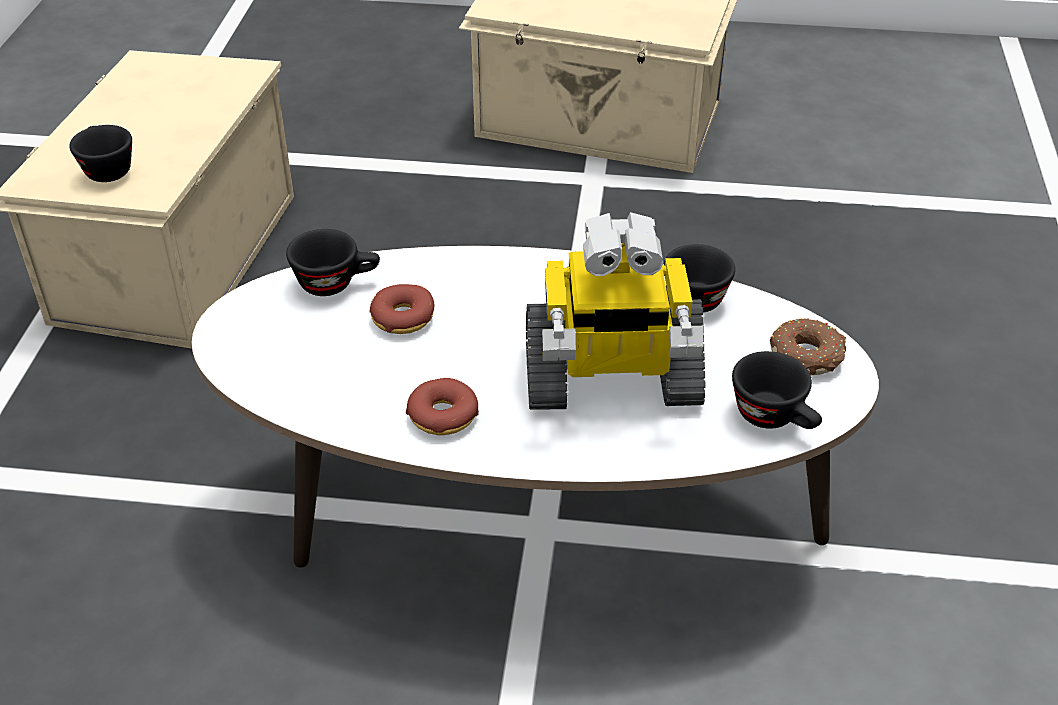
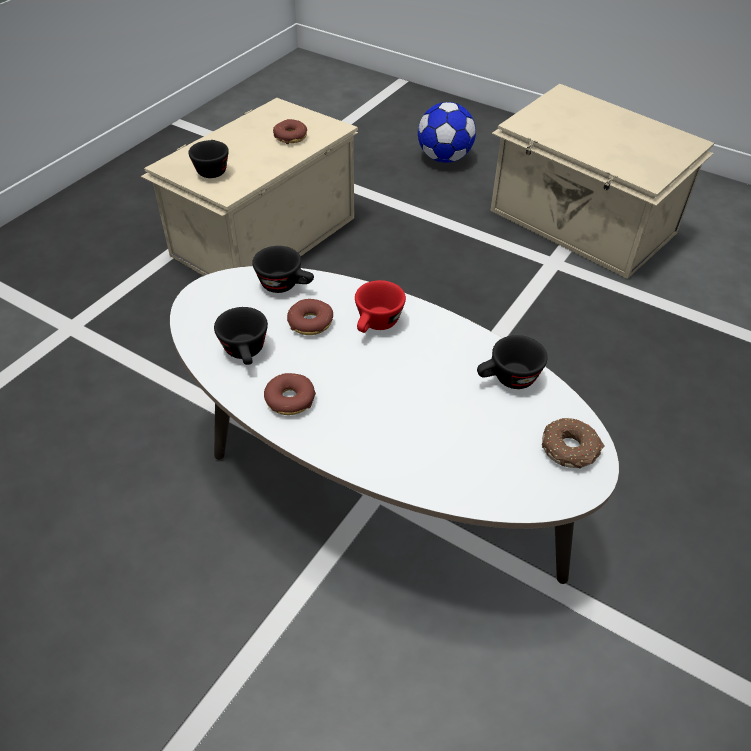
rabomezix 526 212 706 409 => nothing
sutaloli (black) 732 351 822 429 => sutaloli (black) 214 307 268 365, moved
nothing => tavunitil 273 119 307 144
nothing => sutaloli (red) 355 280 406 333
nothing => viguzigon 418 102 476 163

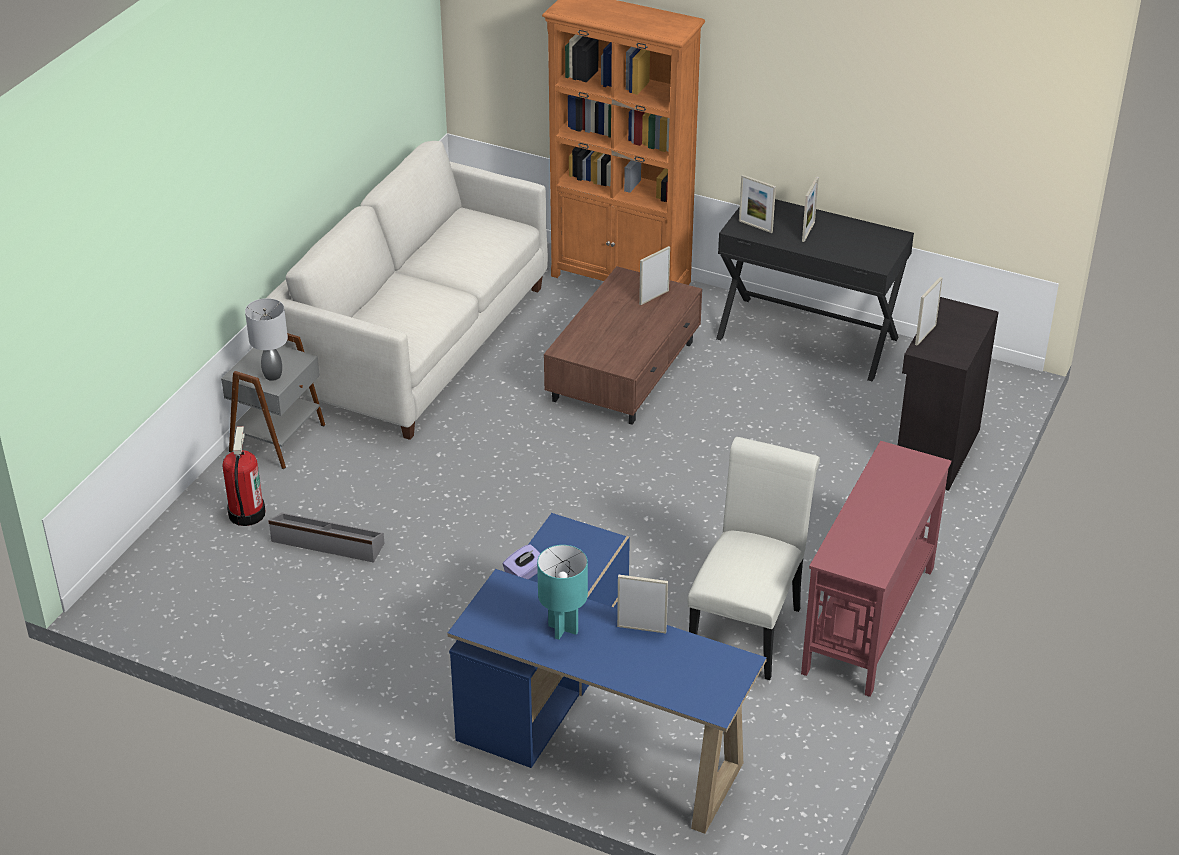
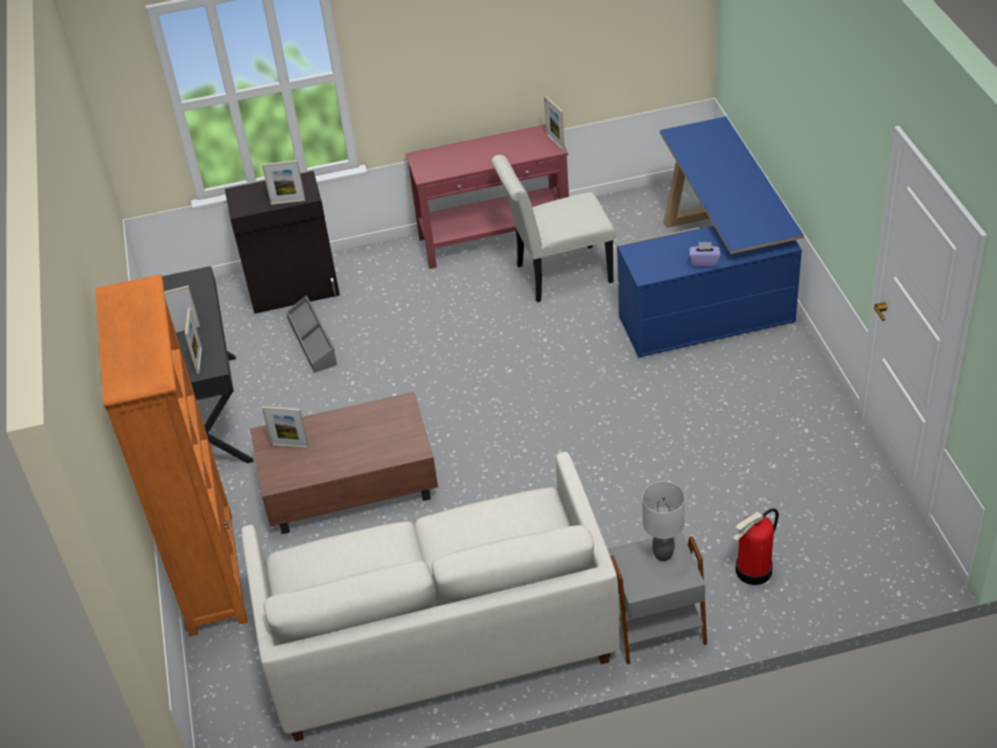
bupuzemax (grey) 268 513 384 563 => bupuzemax (grey) 286 295 337 373, moved
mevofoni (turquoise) 537 545 588 639 => nothing
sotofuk 617 574 668 634 => sotofuk 544 96 565 151, moved

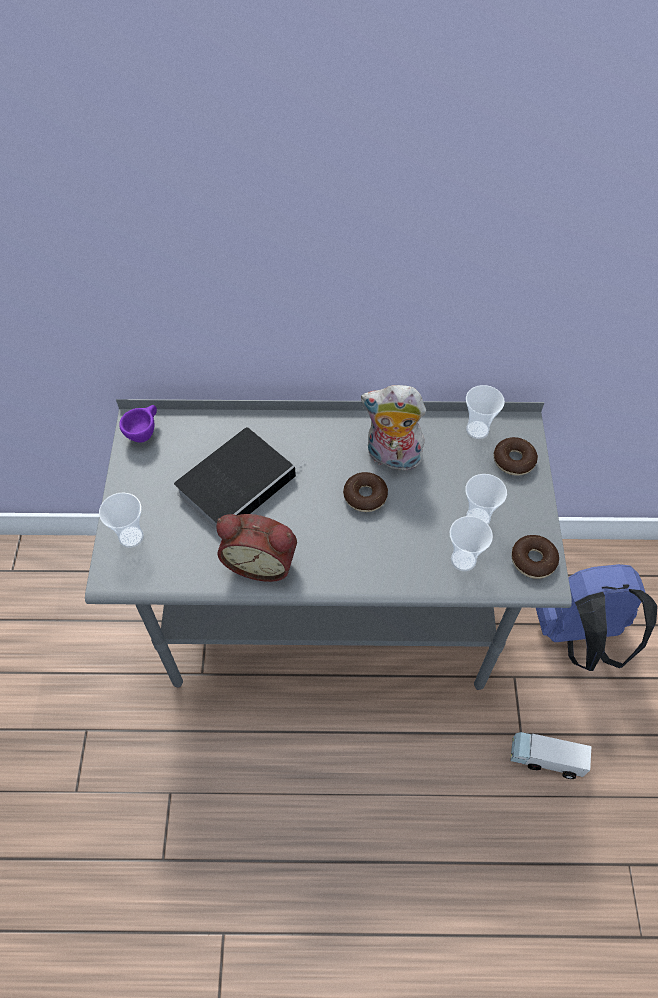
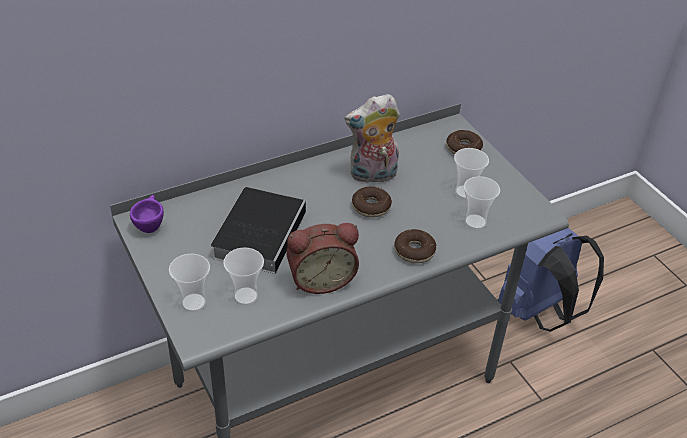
sutaloli 466 385 505 439 => sutaloli 223 247 264 305, moved
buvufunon 510 732 591 779 => nothing
tavunitil 512 535 559 579 => tavunitil 395 229 436 263, moved

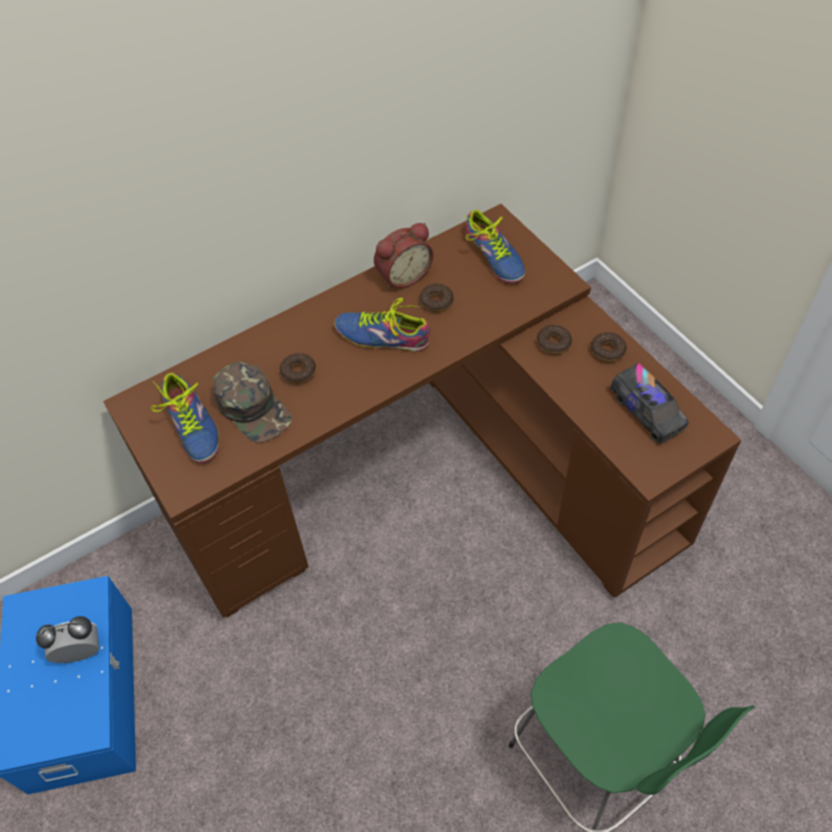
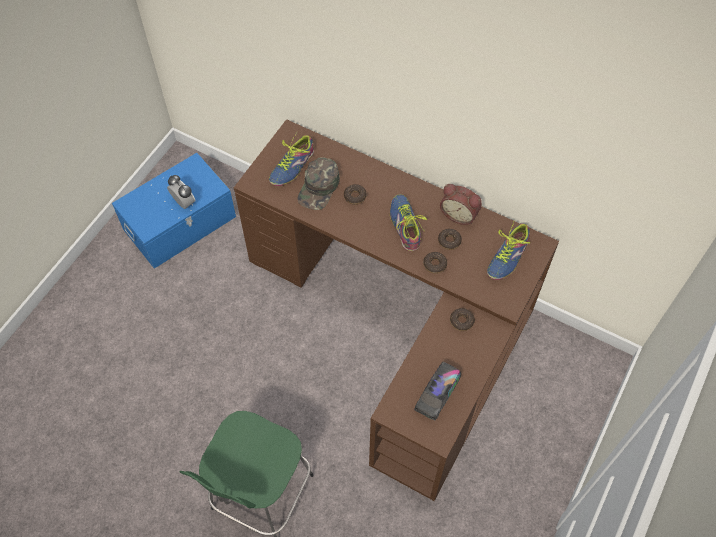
tavunitil 591 332 627 363 => tavunitil 423 252 447 274, moved

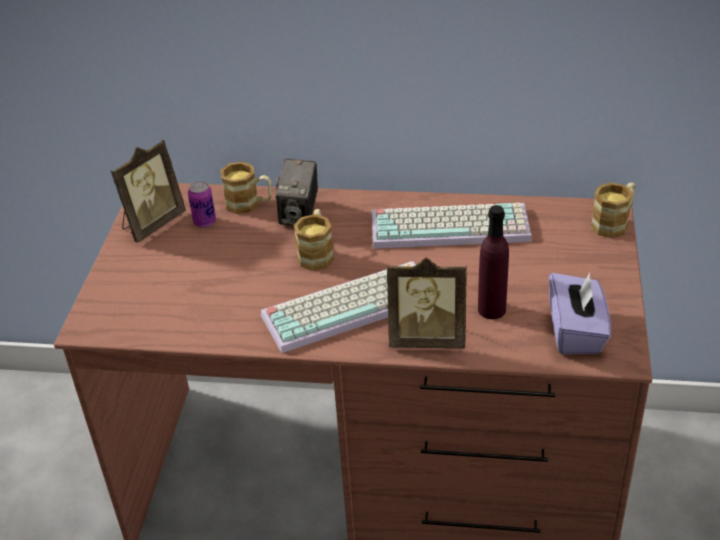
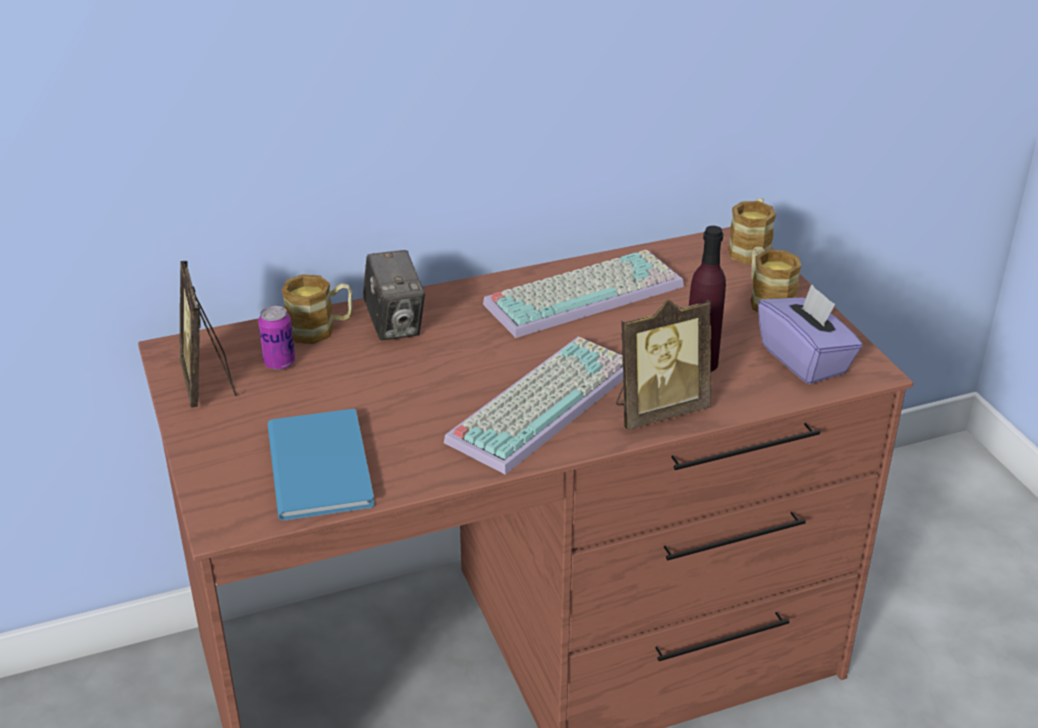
sotofuk 111 140 186 243 => sotofuk 179 261 236 408, 150 degrees clockwise
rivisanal 294 209 334 271 => rivisanal 750 246 801 313, moved
nothing => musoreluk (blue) 267 409 375 521

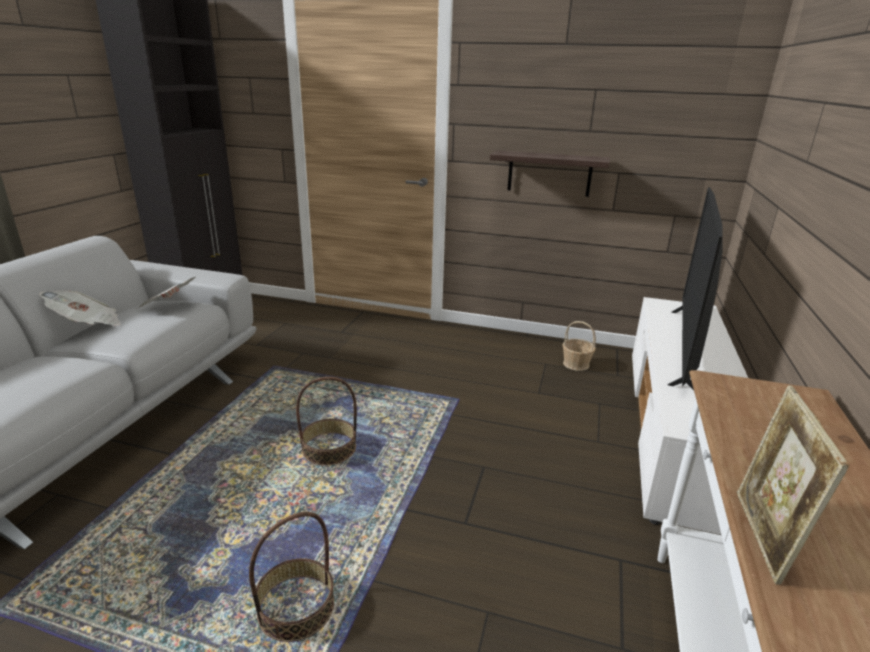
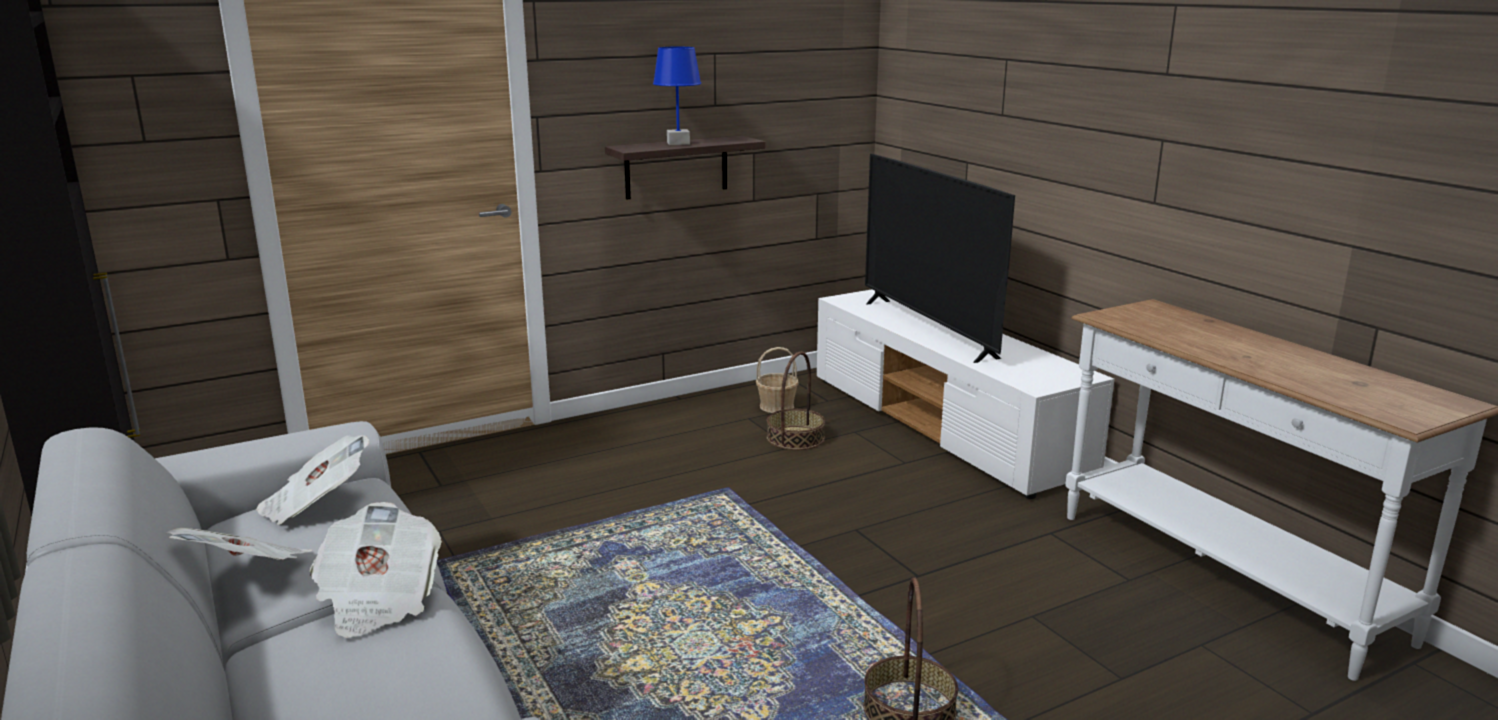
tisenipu 296 377 357 465 => tisenipu 767 352 825 450, moved
sotofuk 737 385 850 585 => nothing
nothing => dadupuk 310 502 442 638
nothing => mevofoni (blue) 653 47 701 145

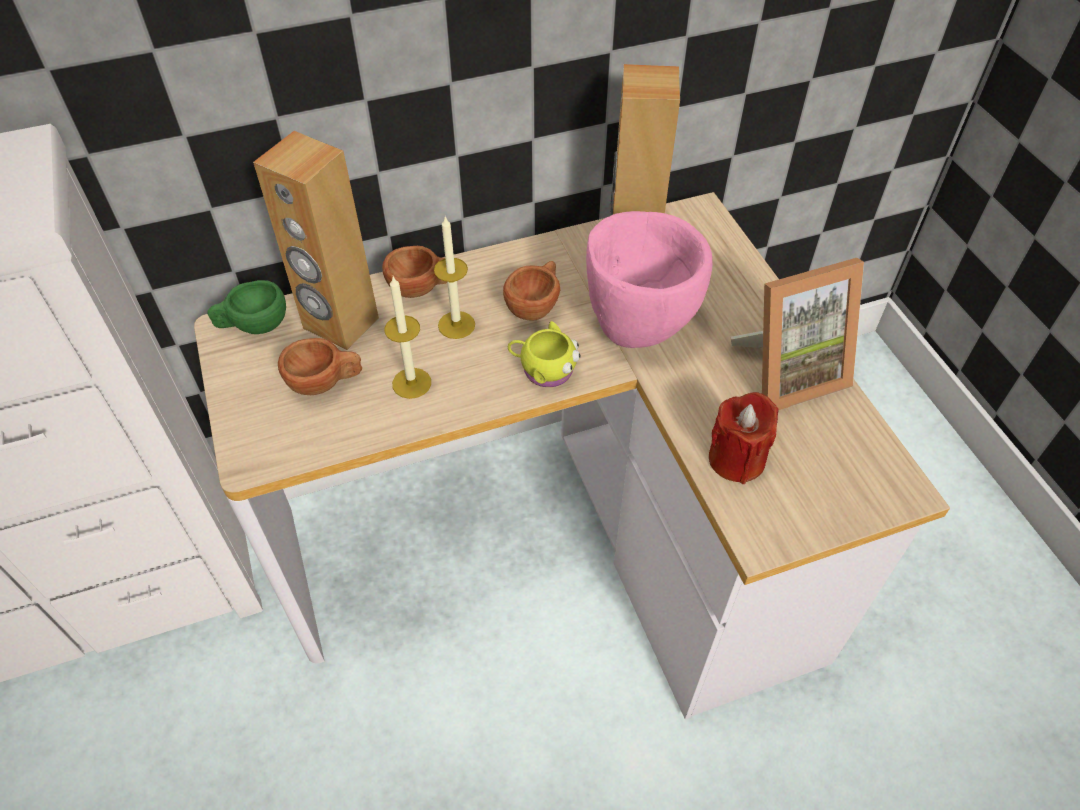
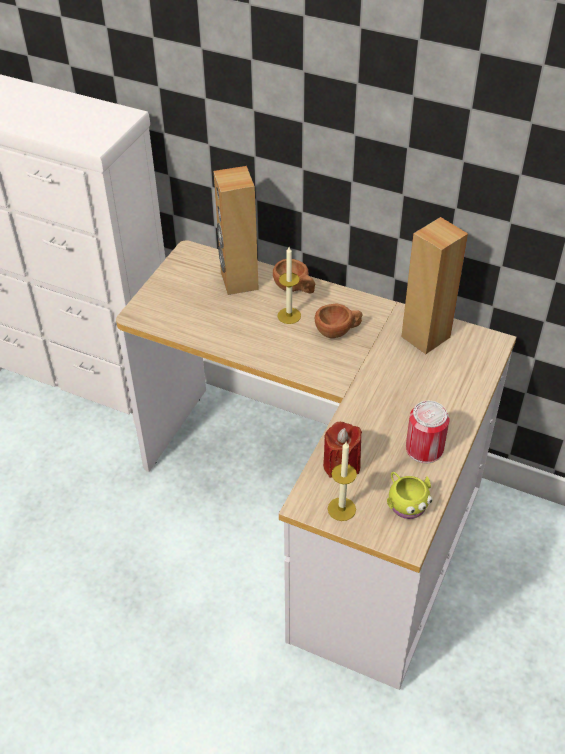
sutaloli (green) 207 280 286 334 => nothing
sutaloli (brown) 278 338 362 395 => nothing
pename 384 277 431 399 => pename 328 442 357 521, moved
rivisanal (yellow) 508 321 581 387 => rivisanal (yellow) 387 472 433 519, moved
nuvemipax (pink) 586 211 712 348 => nothing
sotofuk 730 258 864 410 => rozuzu 406 401 449 463

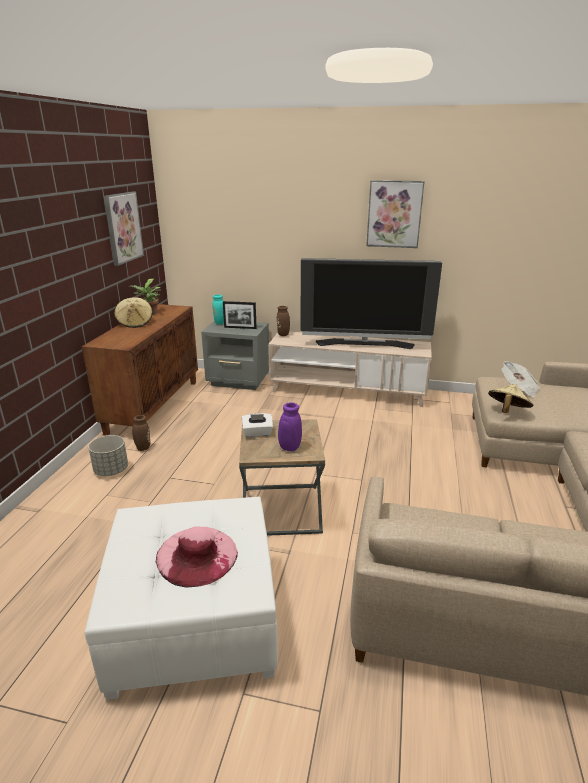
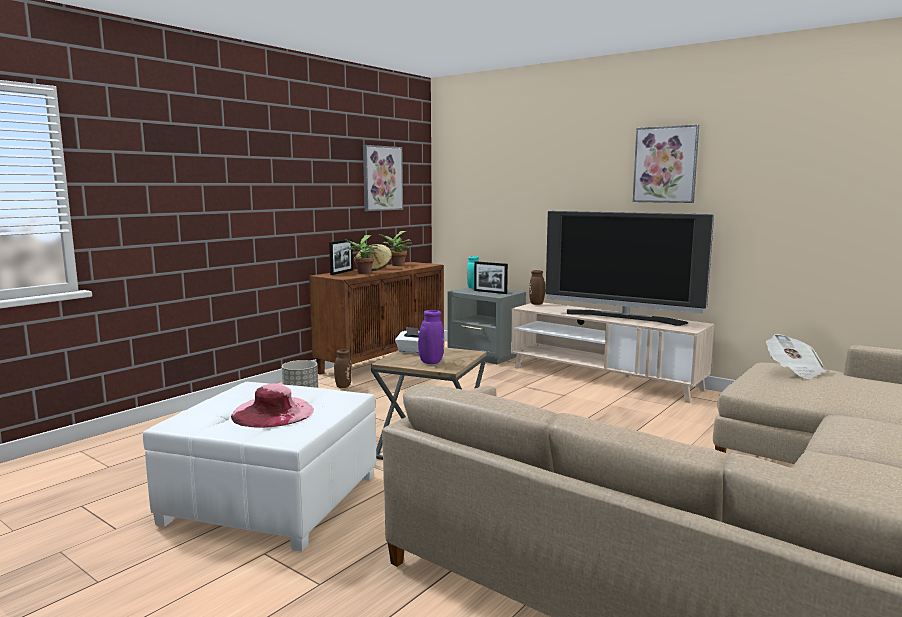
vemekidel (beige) 488 384 533 413 => nothing
nothing => sotofuk 329 239 353 275
nothing => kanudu 345 235 378 274

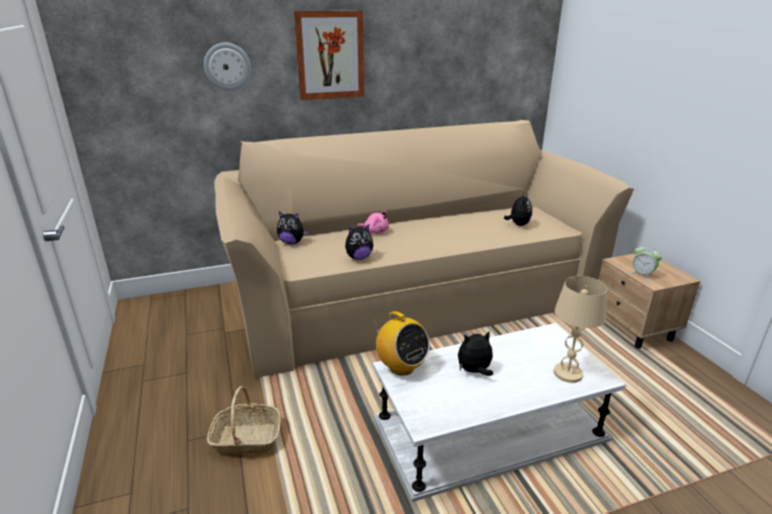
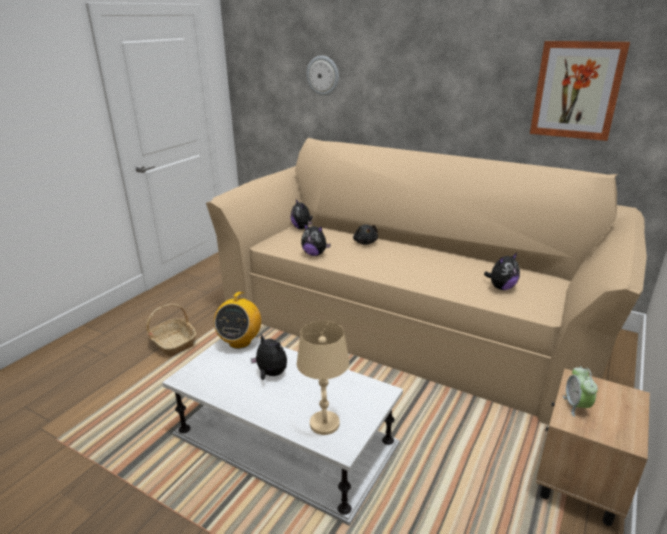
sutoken 294 11 364 100 => sutoken 530 41 630 141, moved
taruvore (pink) 357 211 389 234 => taruvore (black) 353 224 378 245

